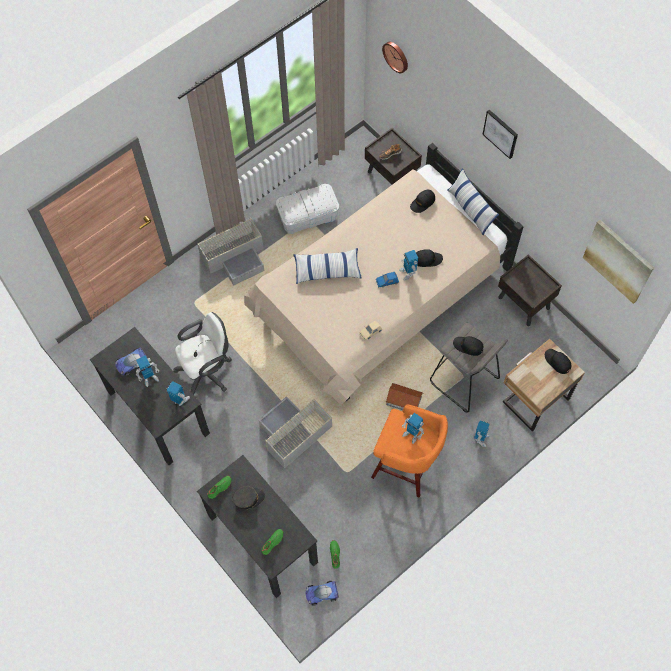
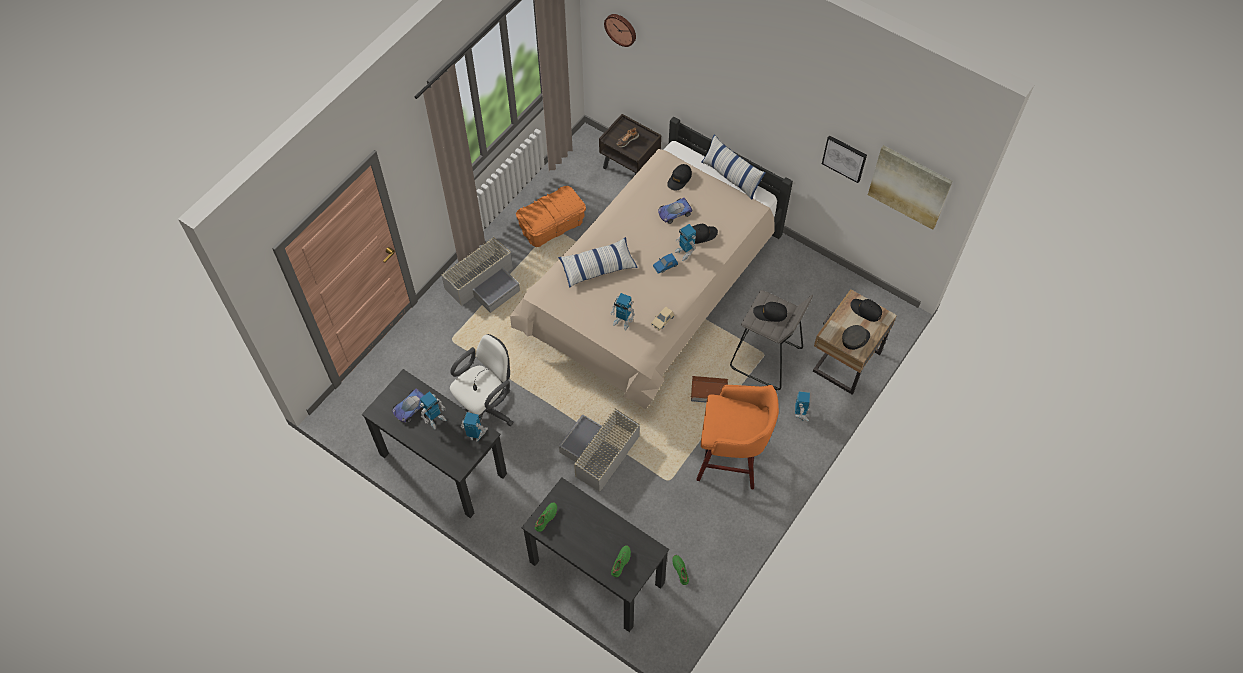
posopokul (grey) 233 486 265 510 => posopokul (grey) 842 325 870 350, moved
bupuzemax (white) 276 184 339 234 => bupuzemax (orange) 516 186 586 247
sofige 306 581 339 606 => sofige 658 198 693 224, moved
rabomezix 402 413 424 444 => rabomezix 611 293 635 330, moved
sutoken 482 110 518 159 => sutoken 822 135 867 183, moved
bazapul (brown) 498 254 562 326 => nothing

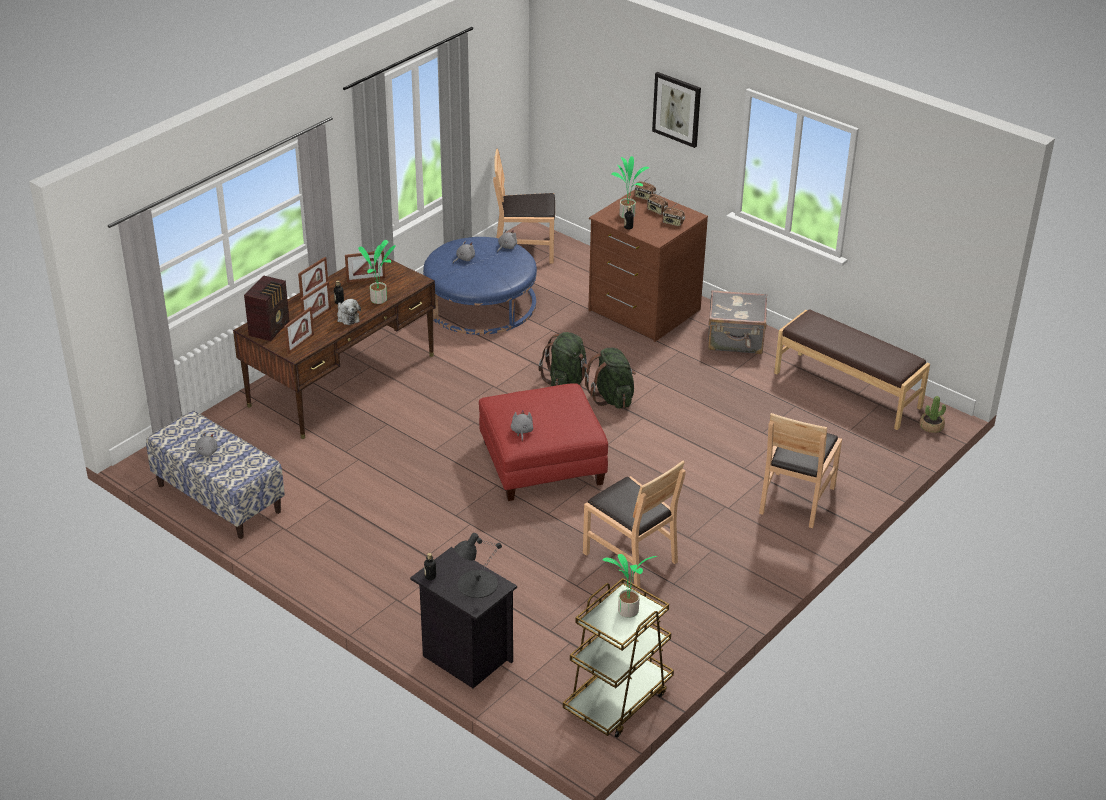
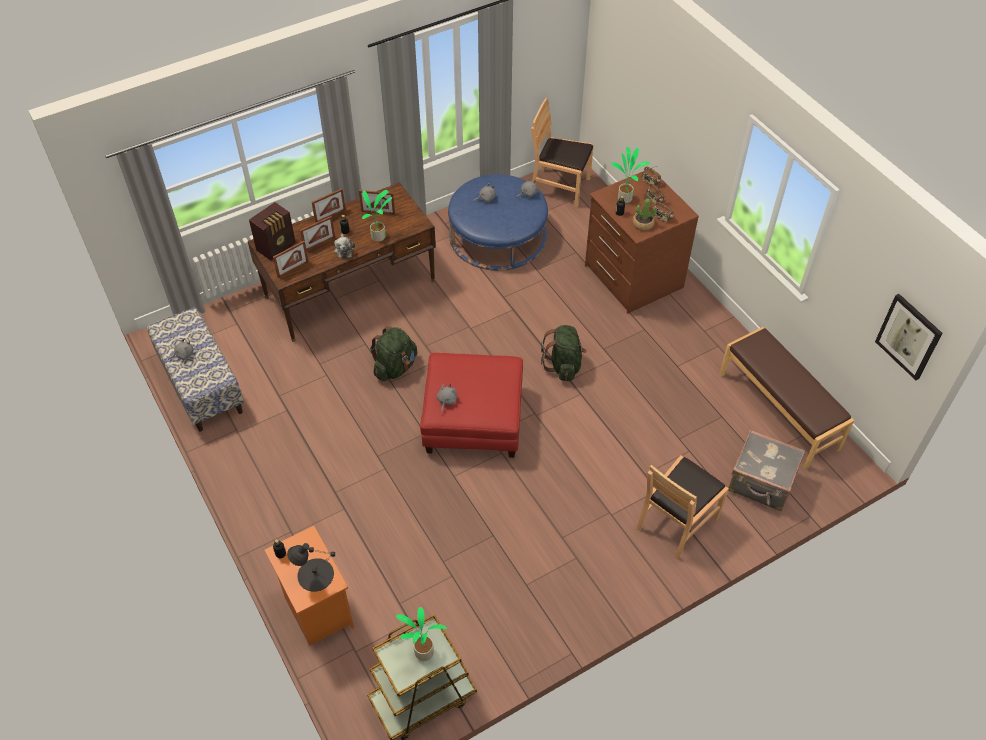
bazapul (black) 410 547 517 688 => bazapul (orange) 265 526 354 646
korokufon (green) 538 332 588 386 => korokufon (green) 370 326 417 381, moved
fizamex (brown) 583 461 686 588 => nothing
sutoken 652 72 701 148 => sutoken 875 294 942 380, moved
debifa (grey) 708 290 767 354 => debifa (grey) 728 430 805 511, moved
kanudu 920 396 946 433 => kanudu 633 199 656 231, moved

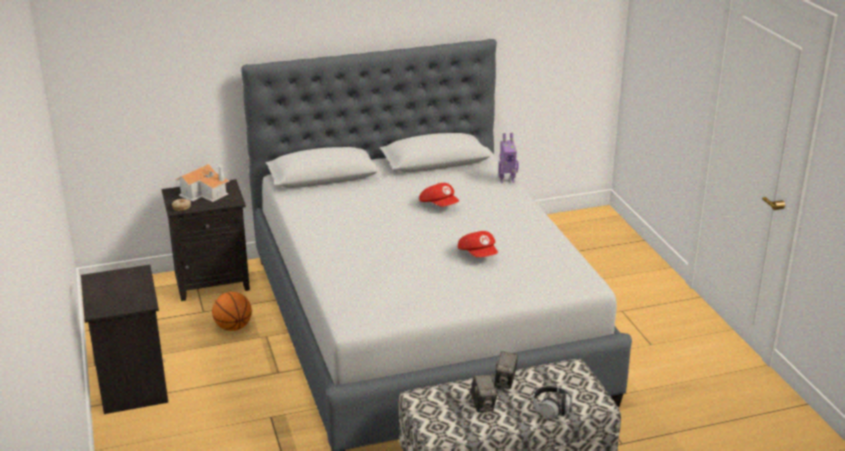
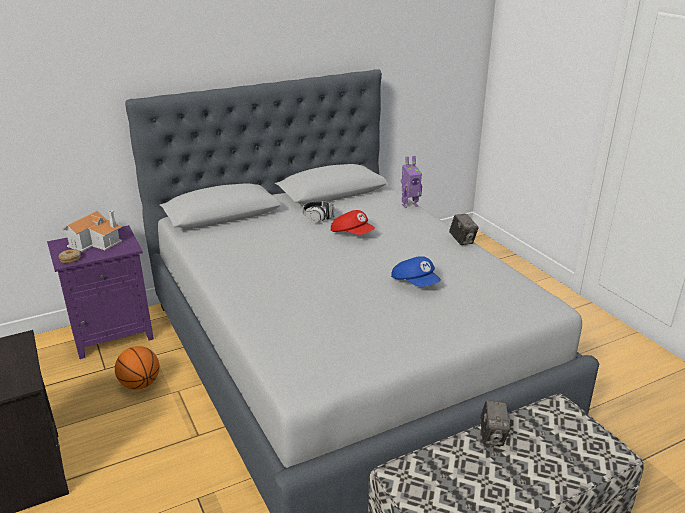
bazapul (black) 162 179 250 301 => bazapul (purple) 47 225 154 359
posopokul (red) 458 231 498 257 => posopokul (blue) 391 256 441 287
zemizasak 470 375 497 412 => zemizasak 449 214 479 245, moved
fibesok 532 386 573 419 => fibesok 303 201 335 223, moved

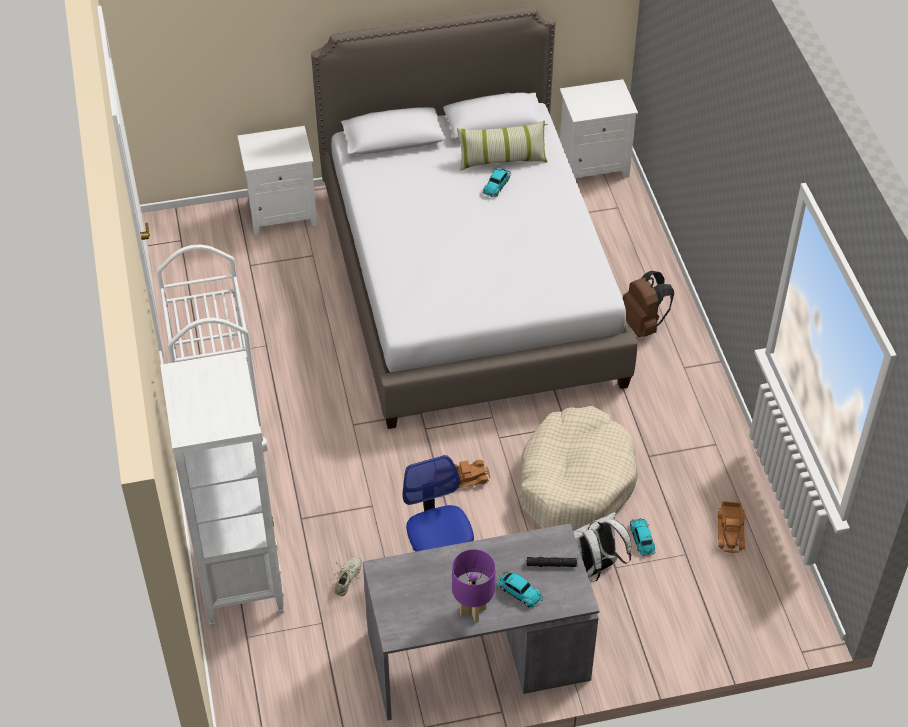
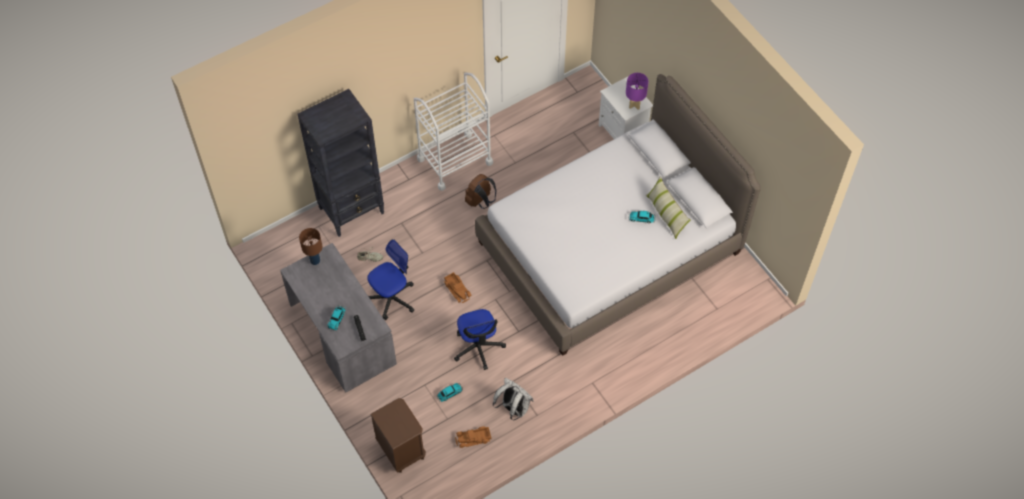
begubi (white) 160 351 285 627 => begubi (black) 297 89 384 237
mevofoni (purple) 452 549 496 622 => mevofoni (purple) 626 73 648 110, moved
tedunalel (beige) 519 406 638 531 => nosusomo 454 309 506 370
bazapul (white) 560 79 638 179 => nothing
korokufon (white) 573 512 631 582 => korokufon (white) 493 378 533 420, moved
korokufon (brown) 623 271 674 337 => korokufon (brown) 465 174 496 209, moved
nothing => mevofoni (brown) 299 228 322 265
nothing => bazapul (brown) 370 398 426 473

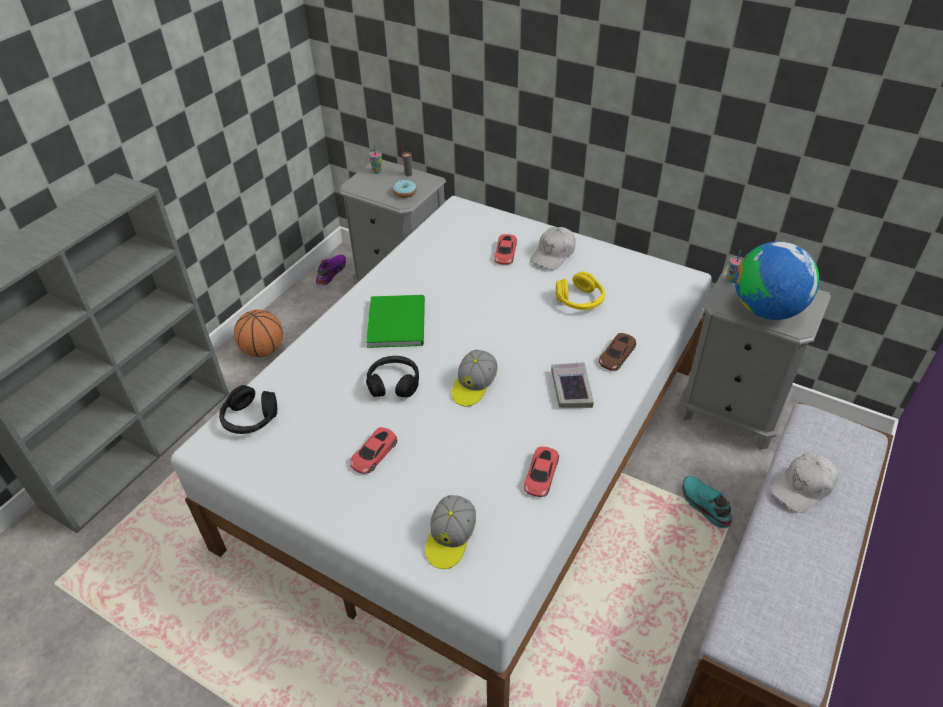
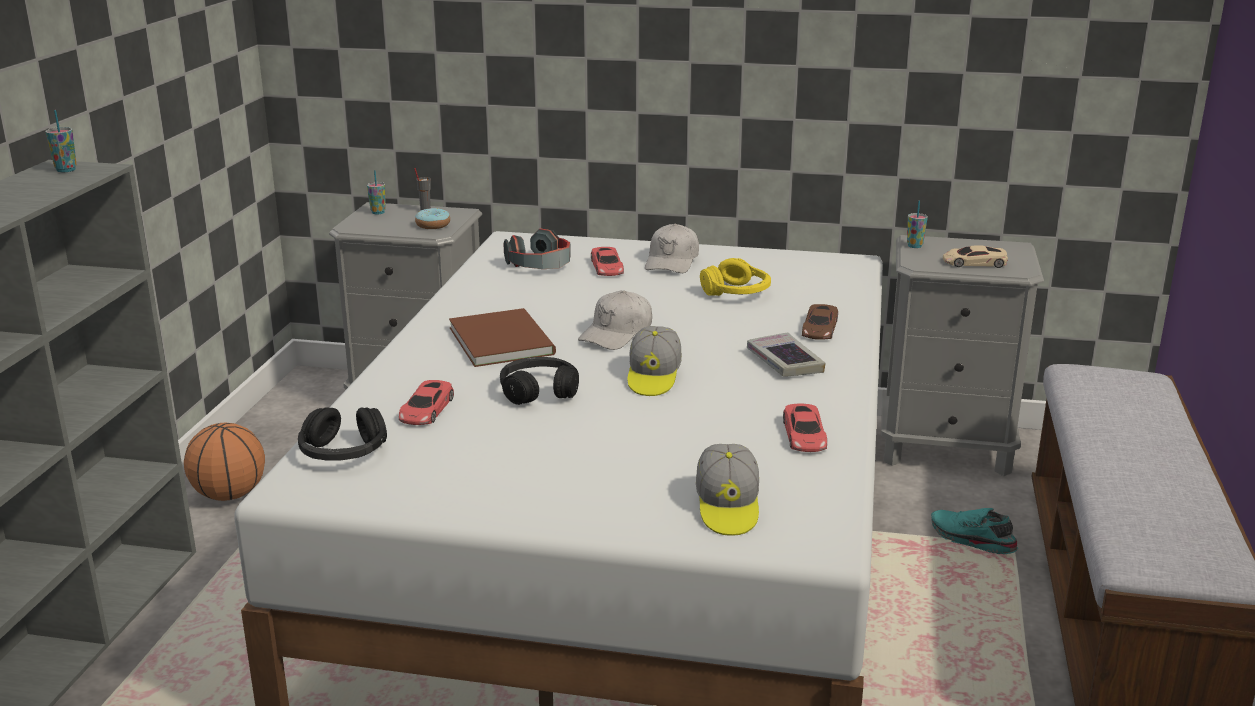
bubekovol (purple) 316 255 346 285 => nothing
sofige (red) 350 427 397 474 => sofige (red) 399 380 454 425, moved
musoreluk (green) 366 295 425 348 => musoreluk (brown) 449 308 556 367
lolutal 735 241 819 320 => sofige (beige) 943 245 1008 268
posopokul (white) 770 453 838 513 => posopokul (white) 578 291 652 350, moved
nothing => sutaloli 45 110 77 172
nothing => fibesok 503 228 571 269

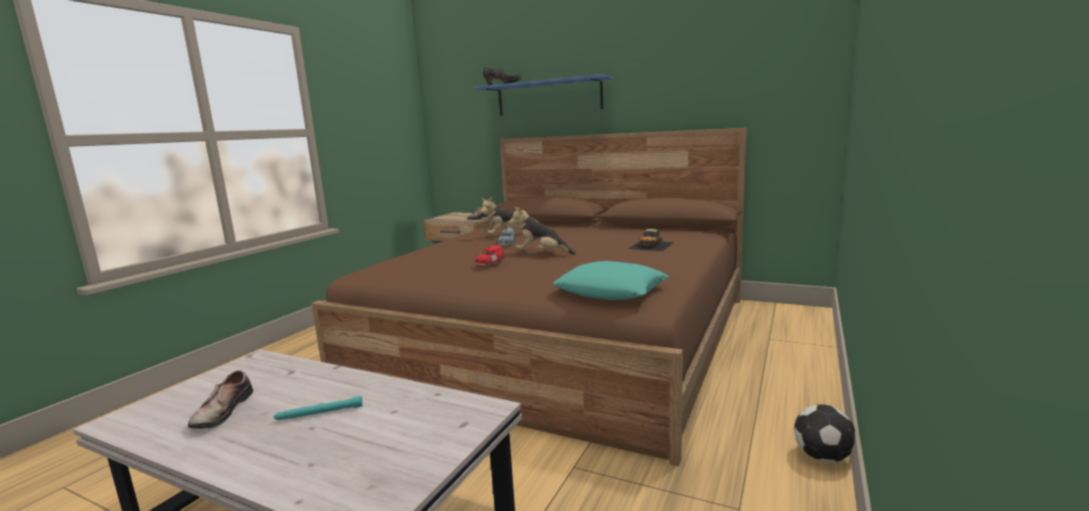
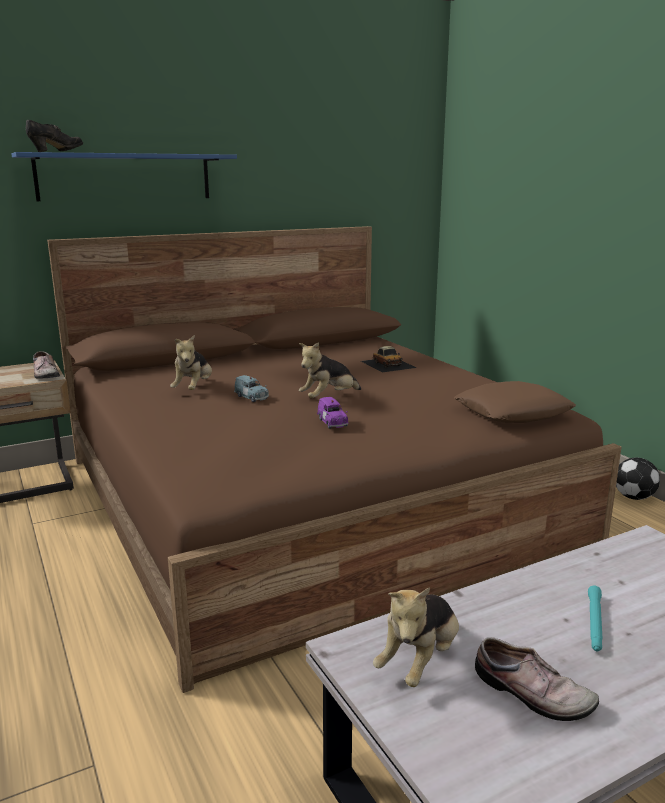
sofige (red) 475 245 505 267 => sofige (purple) 317 397 348 429
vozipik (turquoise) 553 261 669 300 => vozipik (brown) 454 381 576 423
nothing => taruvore 373 587 459 687

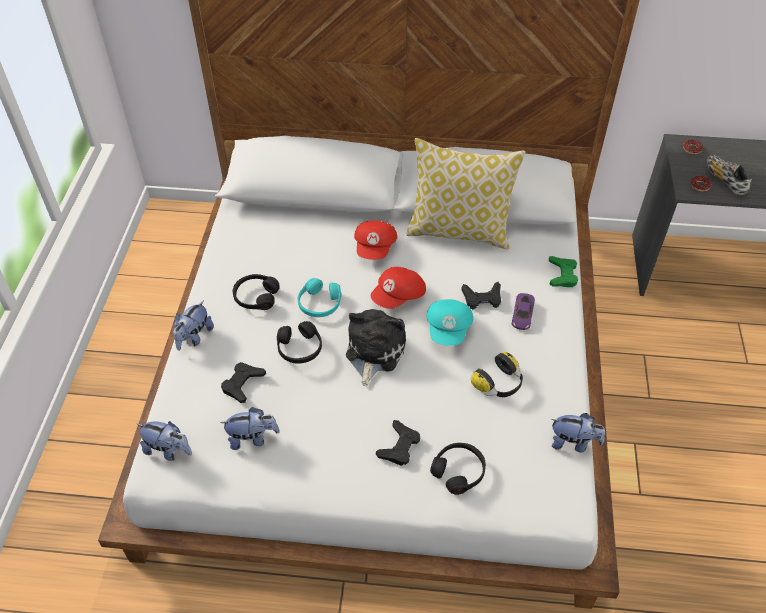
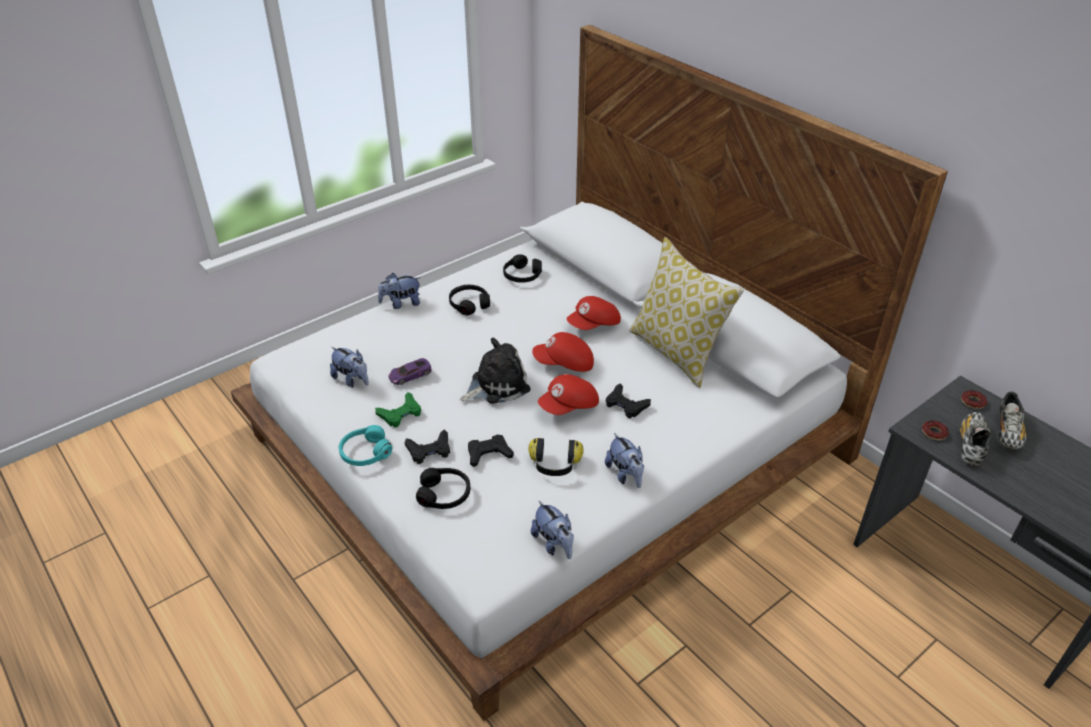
taruvore 137 421 192 461 => taruvore 605 433 644 488, moved
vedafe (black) 221 362 266 403 => vedafe (black) 468 435 514 467, moved
fibesok (black) 277 321 322 364 => fibesok (black) 503 254 542 283, moved
fibesok (turquoise) 298 278 341 317 => fibesok (turquoise) 339 425 392 466, moved
posopokul (turquoise) 426 299 473 346 => posopokul (red) 538 374 599 415
sofige (purple) 511 293 535 330 => sofige (purple) 388 358 431 385, moved
vedafe (green) 549 256 578 287 => vedafe (green) 375 392 421 428, moved
nothing => bubekovol 998 392 1026 450

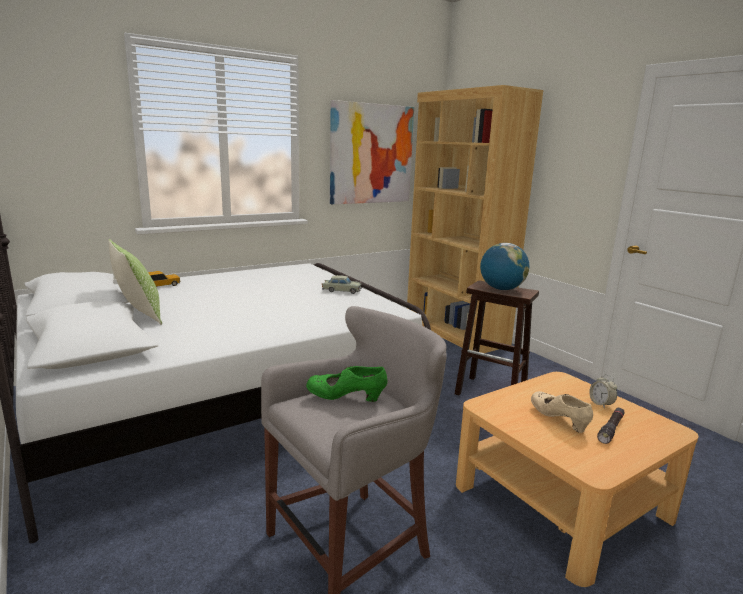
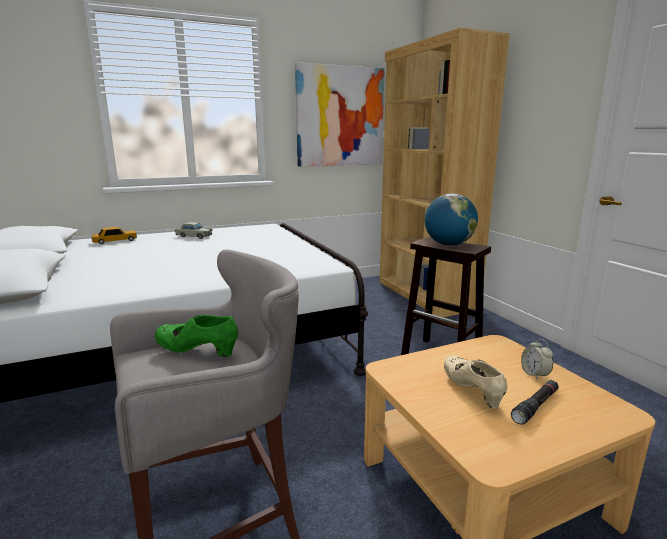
vozipik 108 239 162 325 => nothing
sofige (beige) 322 275 362 294 => sofige (beige) 175 222 212 239, moved

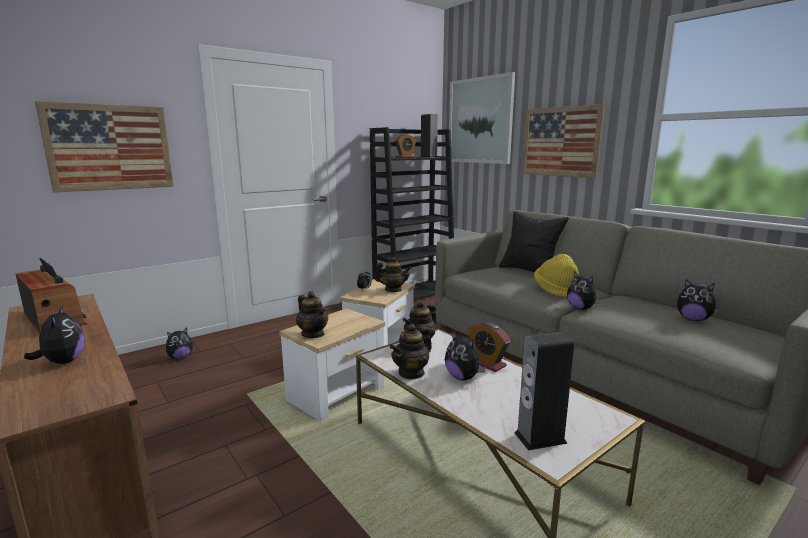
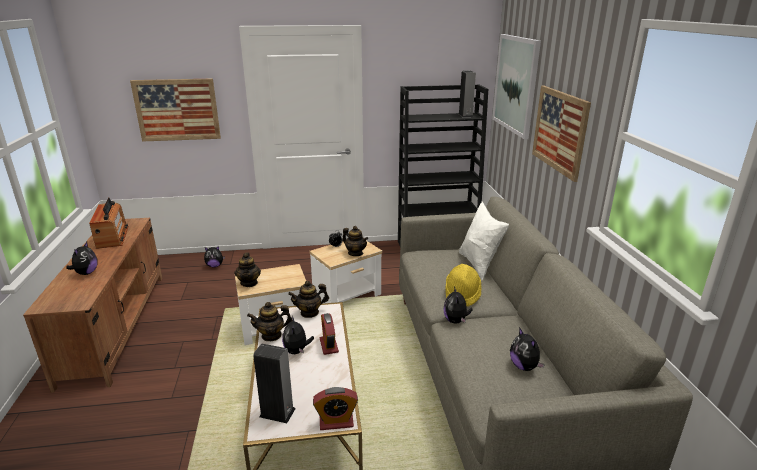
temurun 395 134 416 158 => temurun 313 387 358 430, moved
vozipik (black) 499 211 569 272 => vozipik (white) 459 202 509 280

